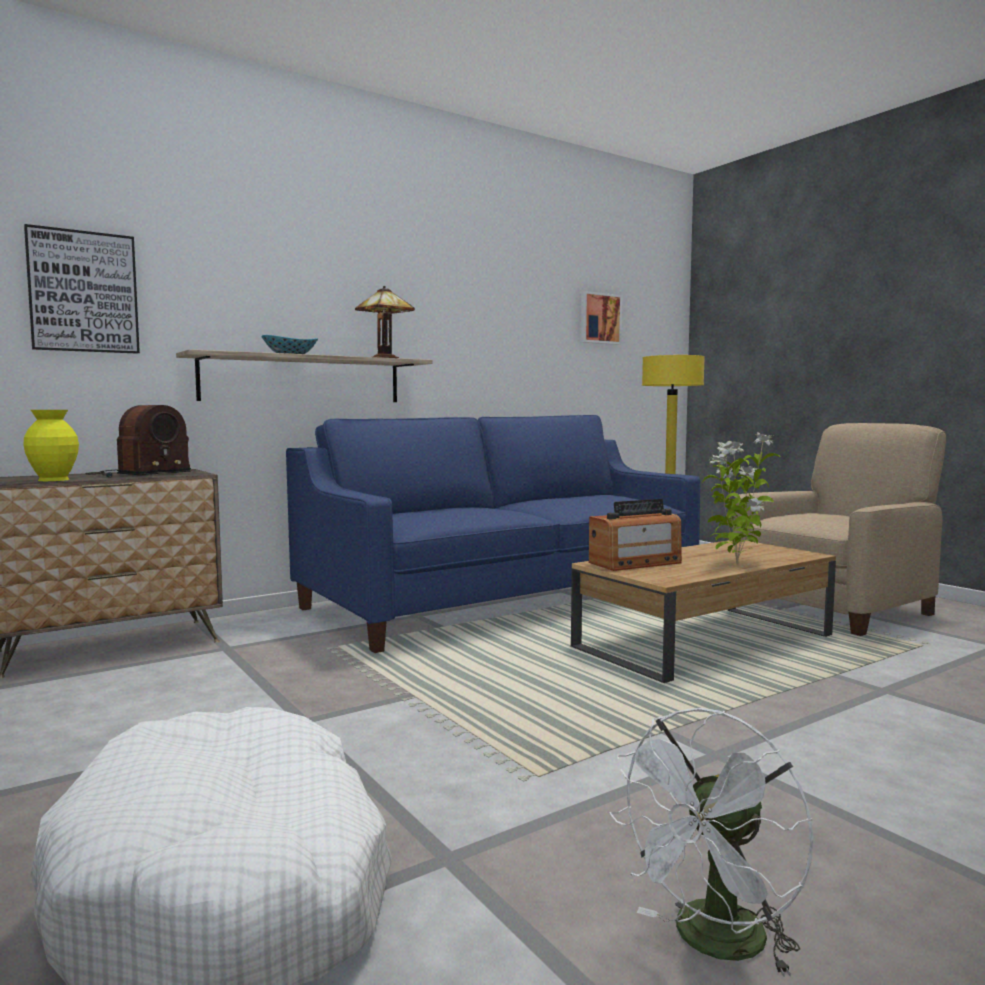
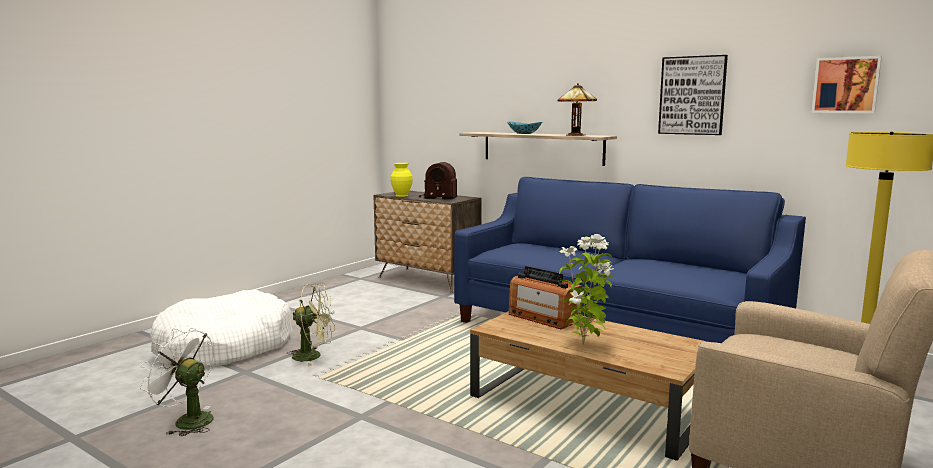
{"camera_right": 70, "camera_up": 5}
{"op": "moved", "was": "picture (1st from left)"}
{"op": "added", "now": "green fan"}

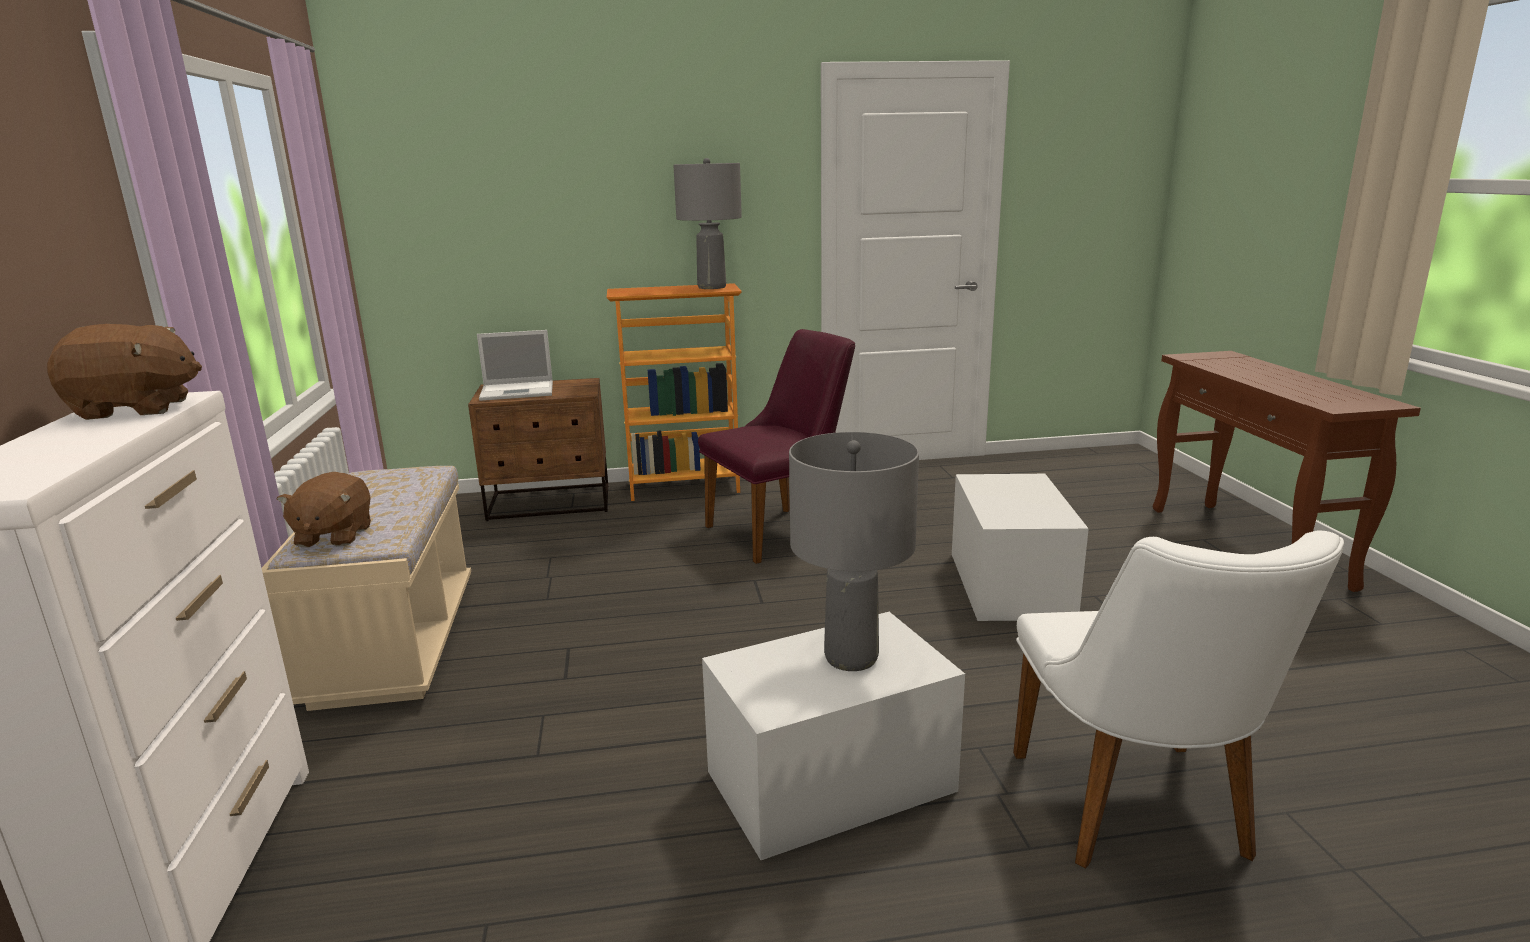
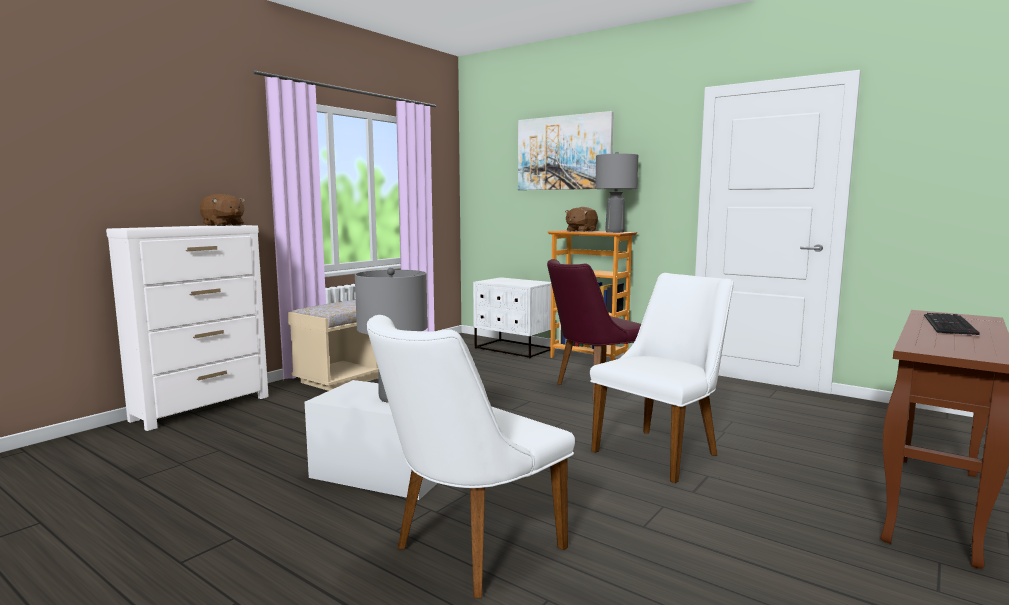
{"camera_right": 45, "camera_up": -10}
{"op": "turned", "was": "purple chair", "clockwise": 135}
{"op": "removed", "was": "laptop"}
{"op": "recoloured", "was": "brown nightstand", "now": "white nightstand"}
{"op": "moved", "was": "brown plush toy (2nd from left)"}
{"op": "replaced", "was": "white storage box (2nd from left)", "now": "white chair (2nd from left)"}
{"op": "added", "now": "picture"}
{"op": "added", "now": "keyboard"}

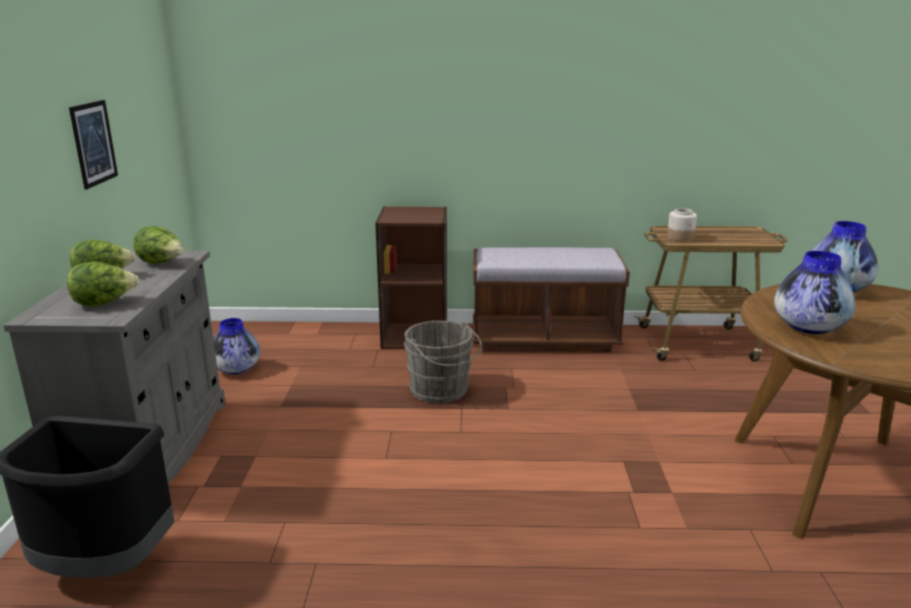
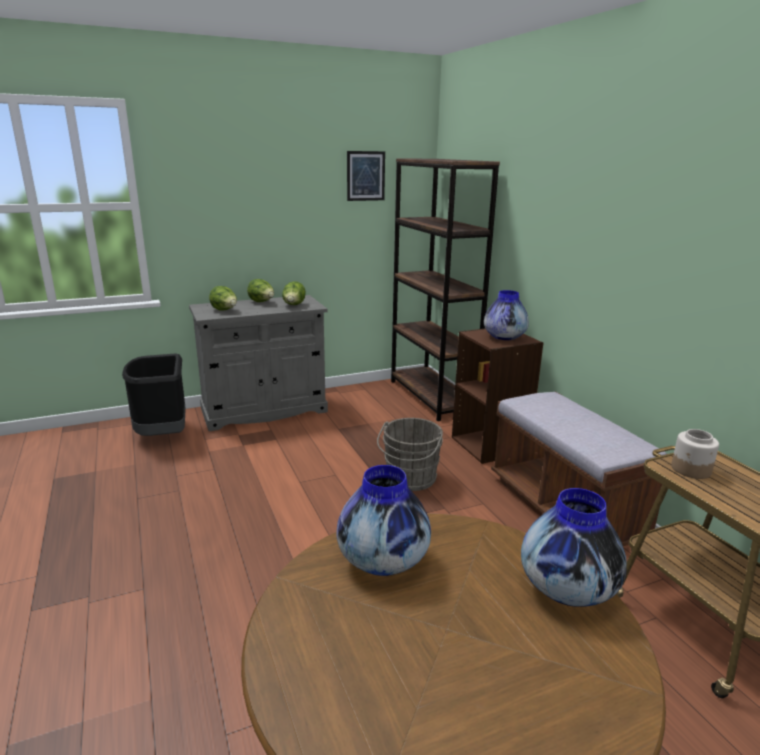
{"camera_right": 65, "camera_up": 0}
{"op": "moved", "was": "picture"}
{"op": "moved", "was": "vase (1st from left in the first image)", "now": "vase (2nd from left)"}
{"op": "added", "now": "brown bookcase (1st from left)"}

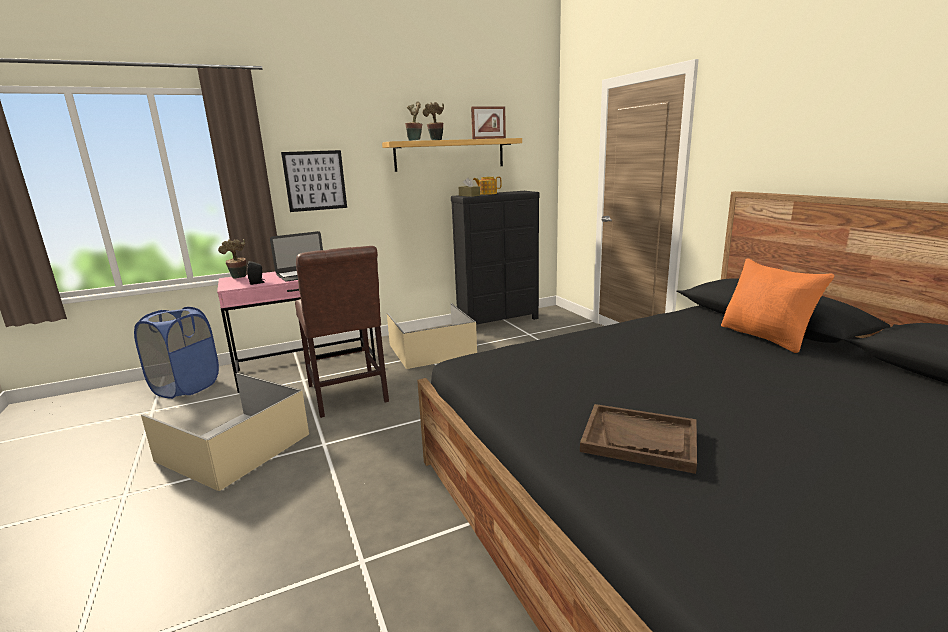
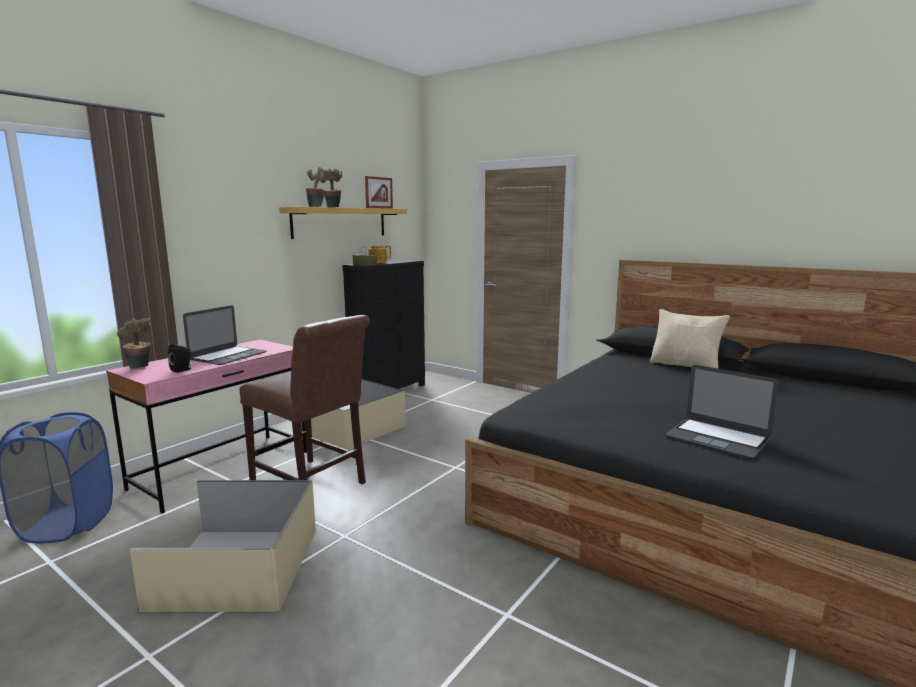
{"camera_right": -30, "camera_up": -5}
{"op": "removed", "was": "picture"}
{"op": "recoloured", "was": "orange pillow", "now": "beige pillow"}
{"op": "replaced", "was": "brown tray", "now": "laptop (2nd from left)"}

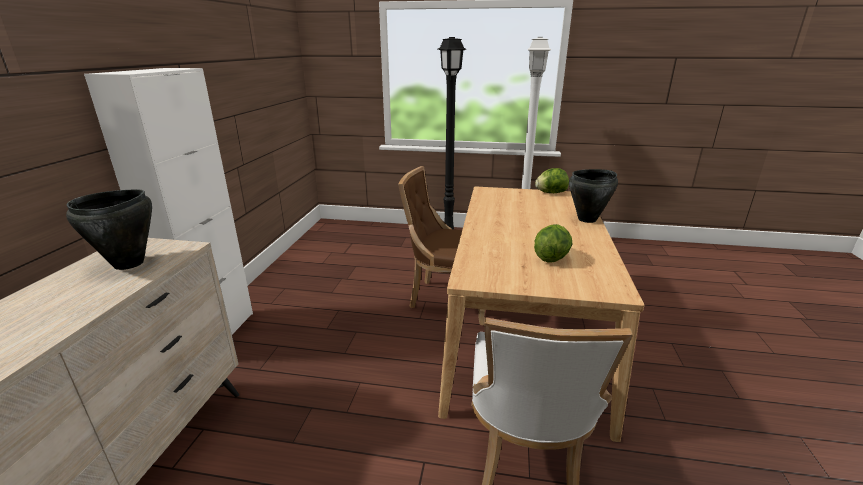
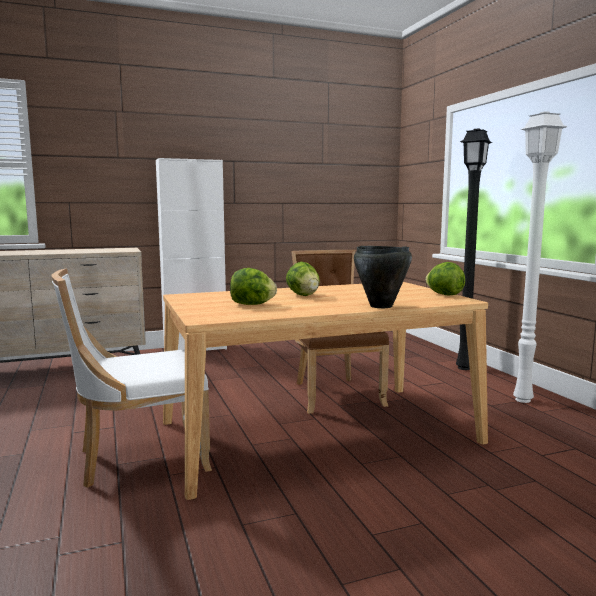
{"camera_right": 60, "camera_up": -15}
{"op": "removed", "was": "black cooking pot (1st from left)"}
{"op": "added", "now": "lettuce (2nd from left)"}

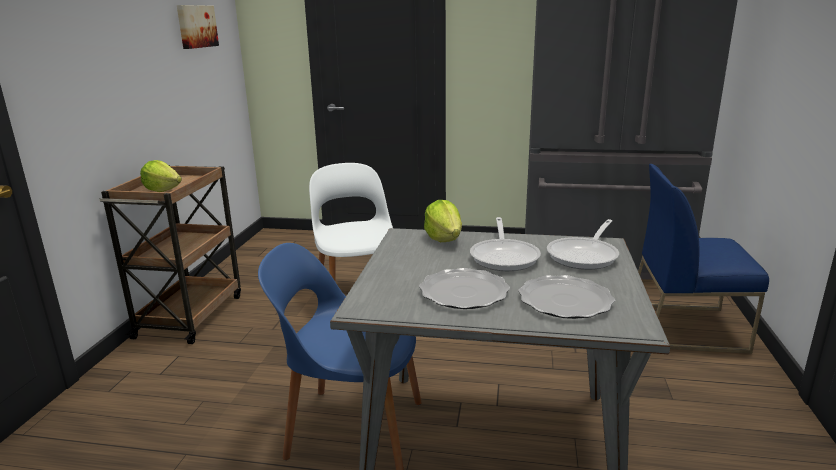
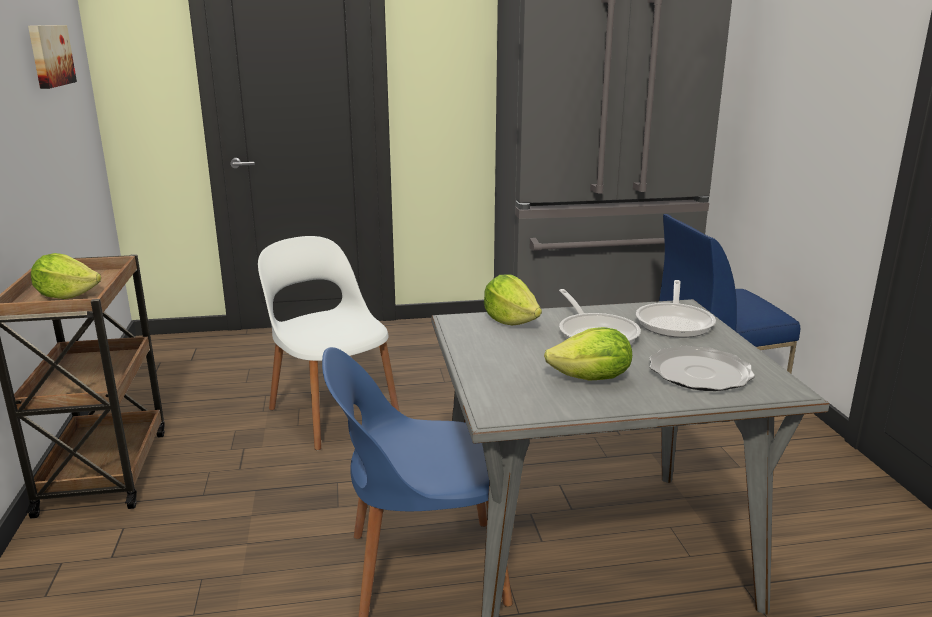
{"camera_right": -20, "camera_up": 0}
{"op": "replaced", "was": "plate (1st from left)", "now": "lettuce (3rd from left)"}

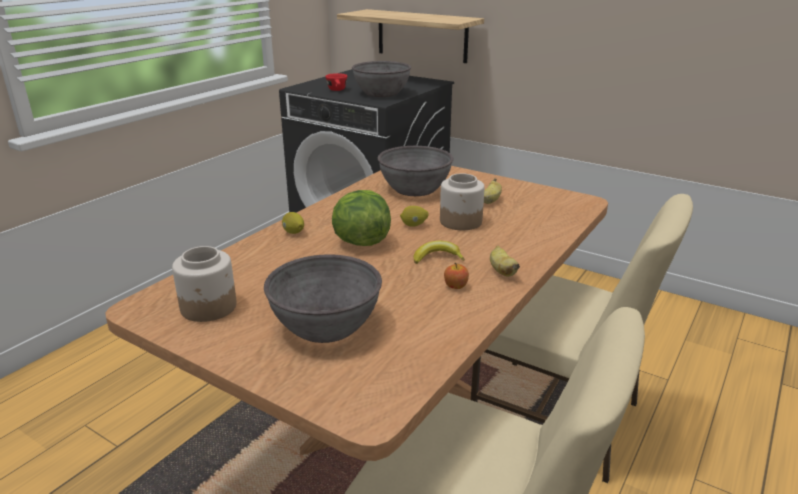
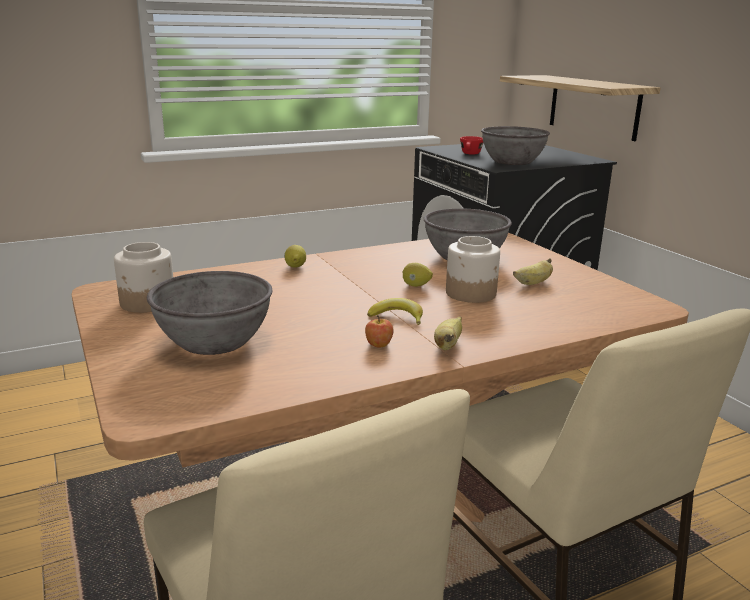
{"camera_right": 30, "camera_up": -5}
{"op": "removed", "was": "lettuce"}

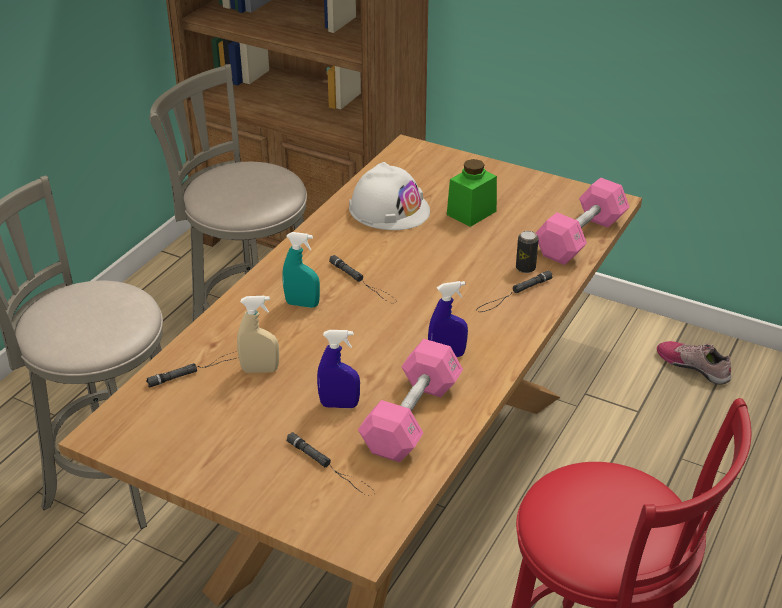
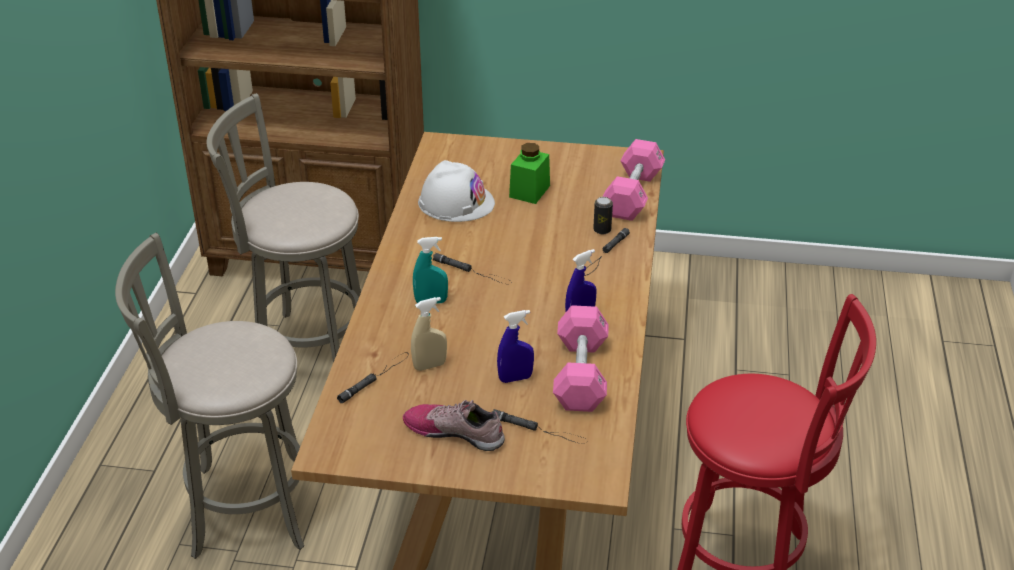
{"camera_right": -20, "camera_up": 0}
{"op": "moved", "was": "shoe"}

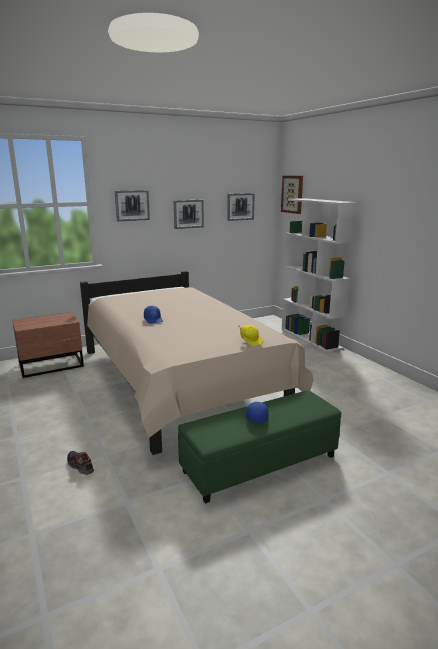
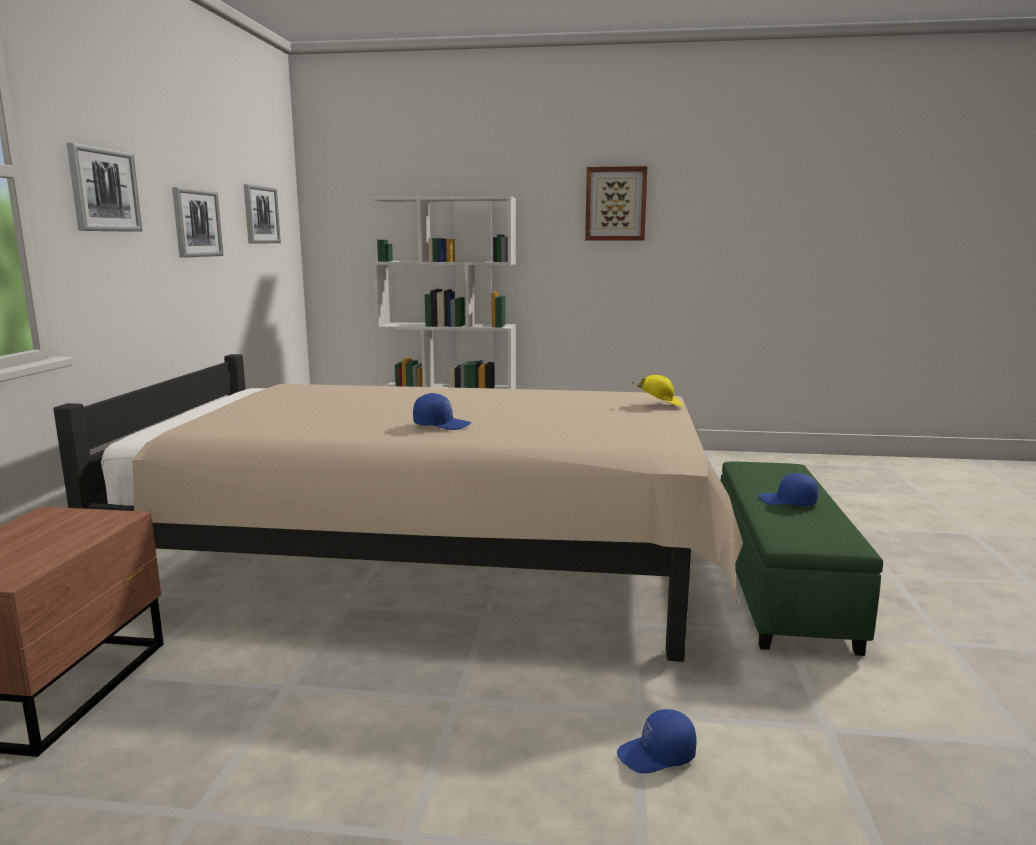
{"camera_right": -55, "camera_up": -5}
{"op": "moved", "was": "picture (4th from left)"}
{"op": "replaced", "was": "shoe", "now": "blue cap (2nd from left)"}

